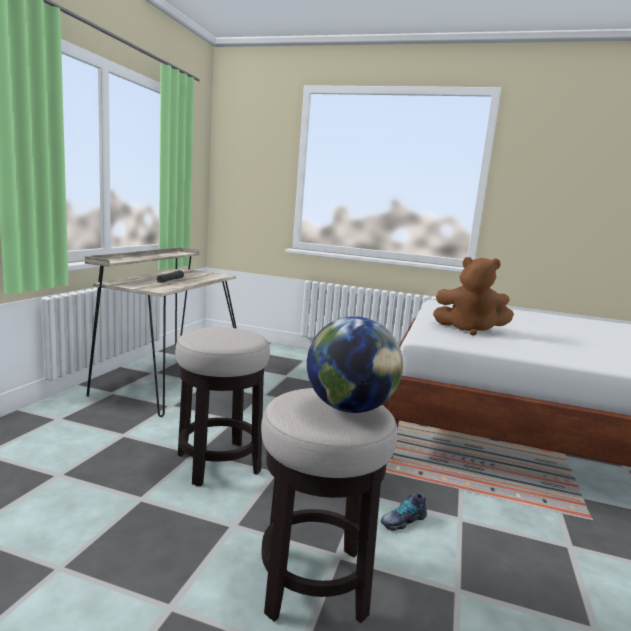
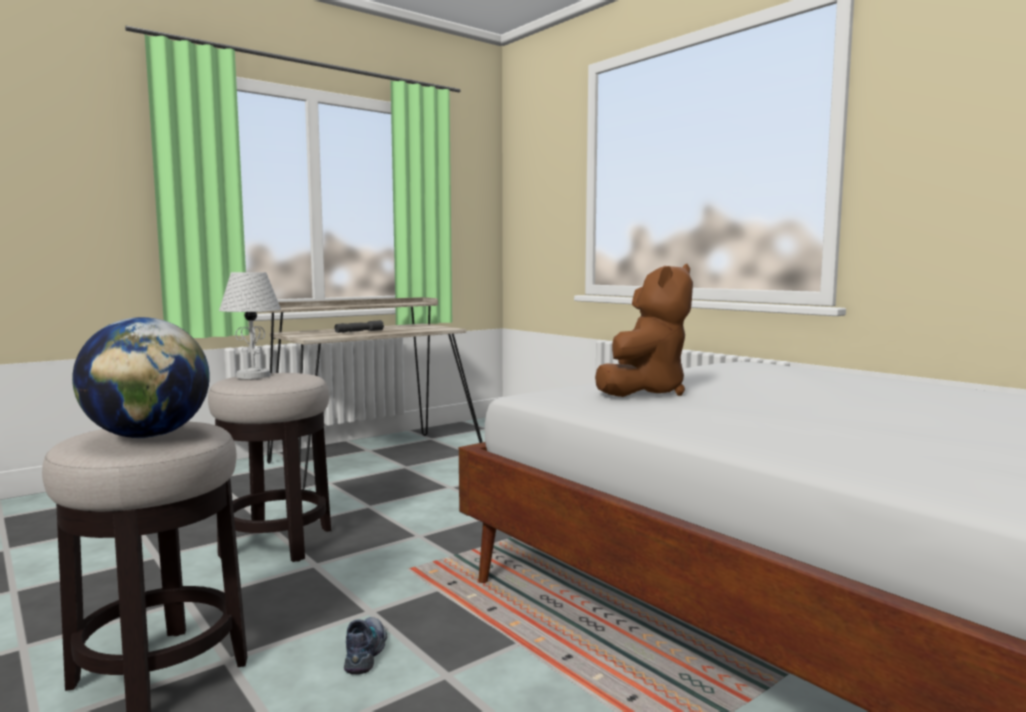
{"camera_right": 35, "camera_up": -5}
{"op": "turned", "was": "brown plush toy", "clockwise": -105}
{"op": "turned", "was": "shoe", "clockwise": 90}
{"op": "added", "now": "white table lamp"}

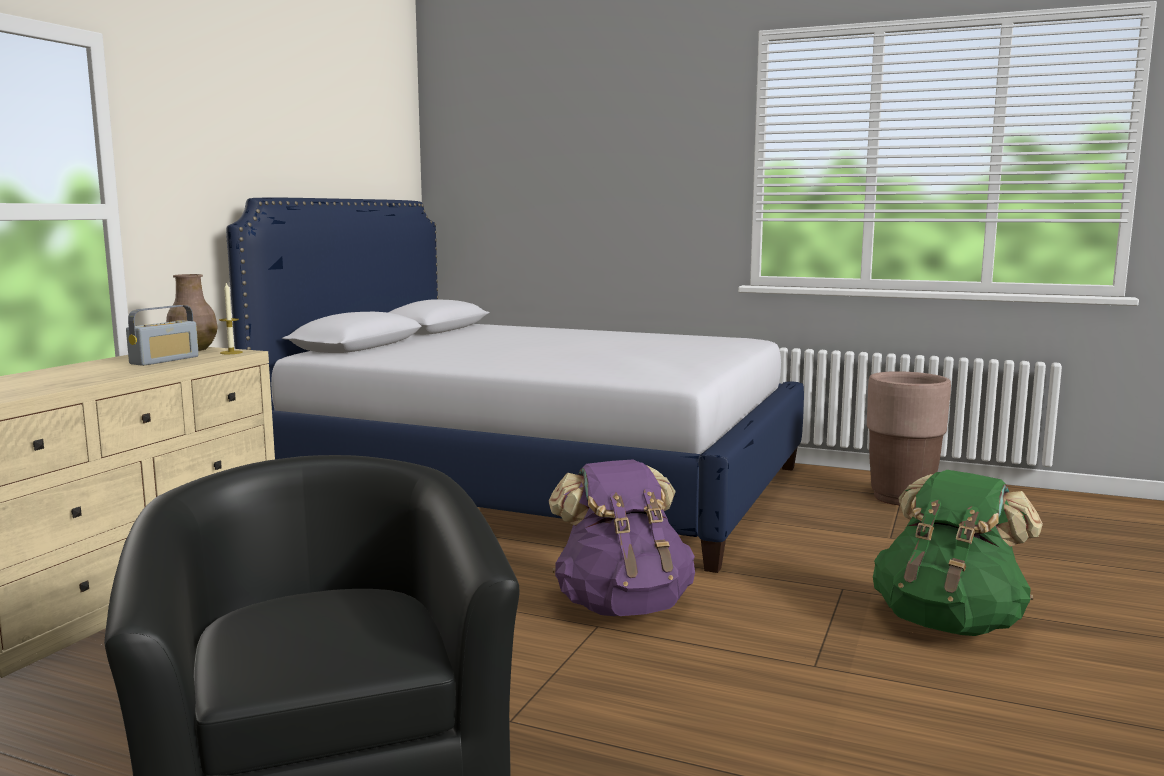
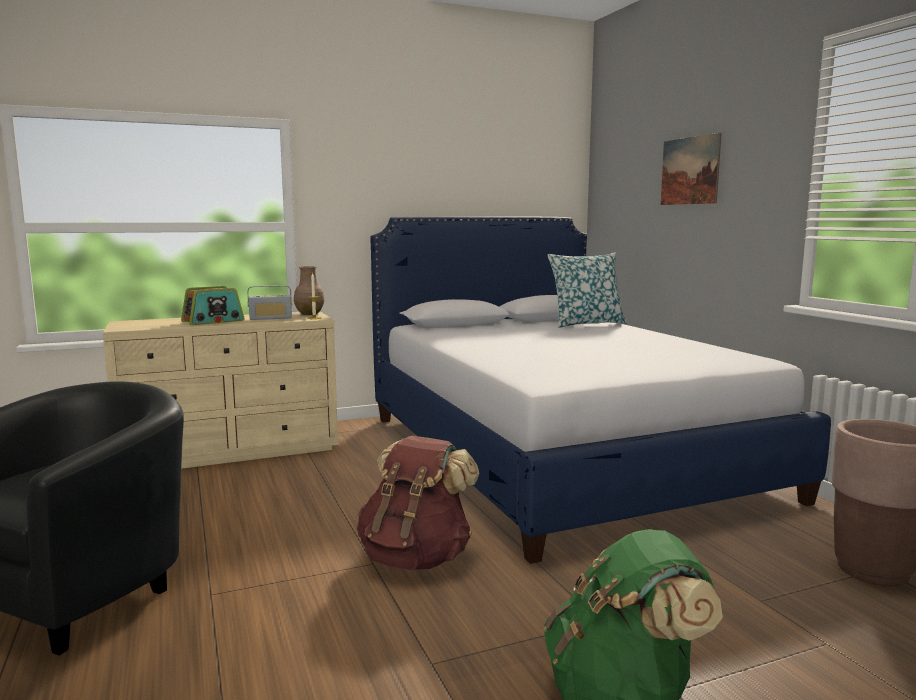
{"camera_right": 45, "camera_up": 0}
{"op": "recoloured", "was": "purple backpack", "now": "brown backpack"}
{"op": "added", "now": "picture"}
{"op": "added", "now": "pillow"}
{"op": "added", "now": "radio (1st from left)"}

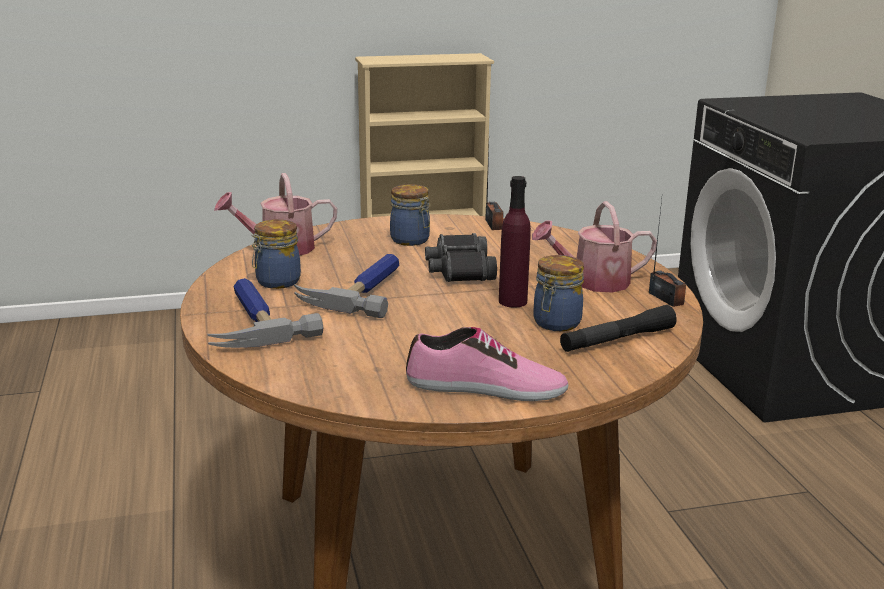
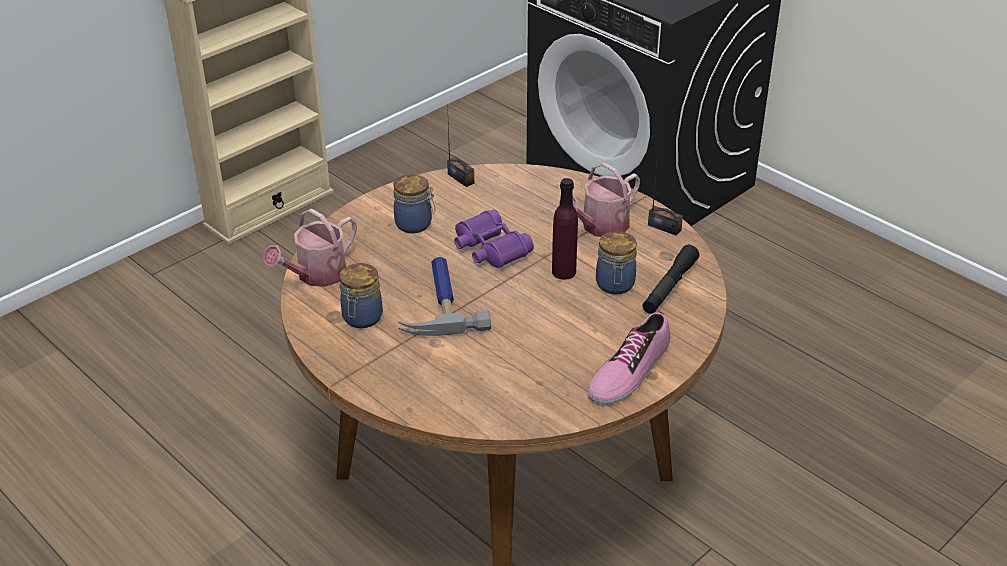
{"camera_right": -30, "camera_up": 15}
{"op": "recoloured", "was": "black binoculars", "now": "purple binoculars"}
{"op": "removed", "was": "hammer (1st from left)"}
{"op": "turned", "was": "shoe", "clockwise": 150}

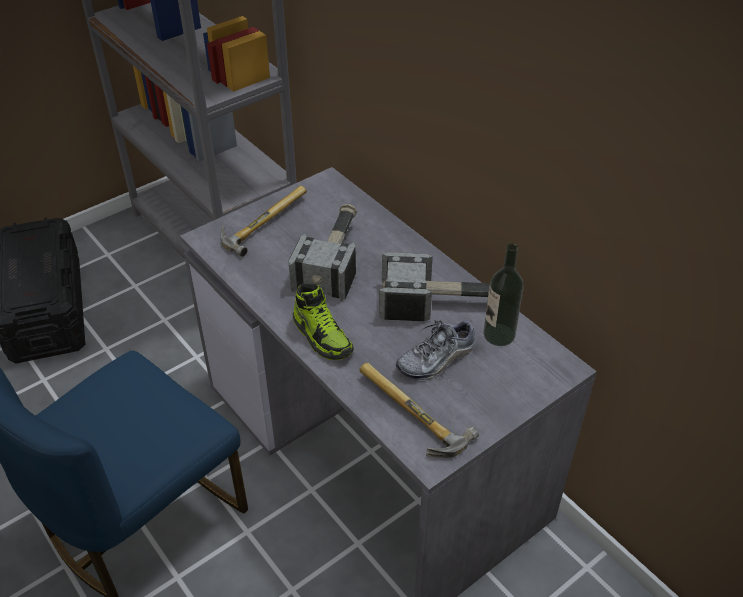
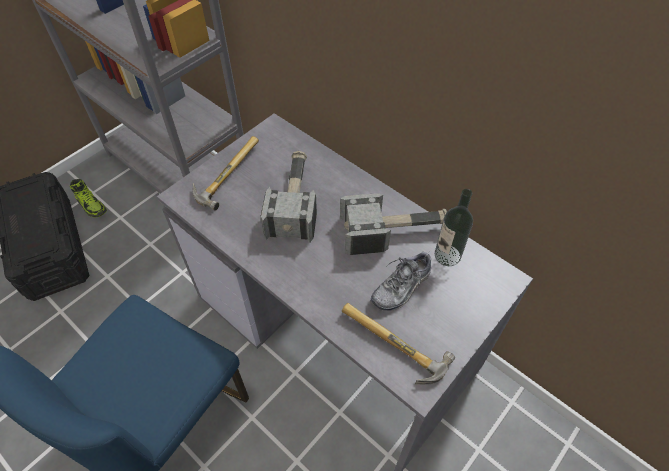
{"camera_right": -10, "camera_up": 10}
{"op": "moved", "was": "shoe (1st from left)"}

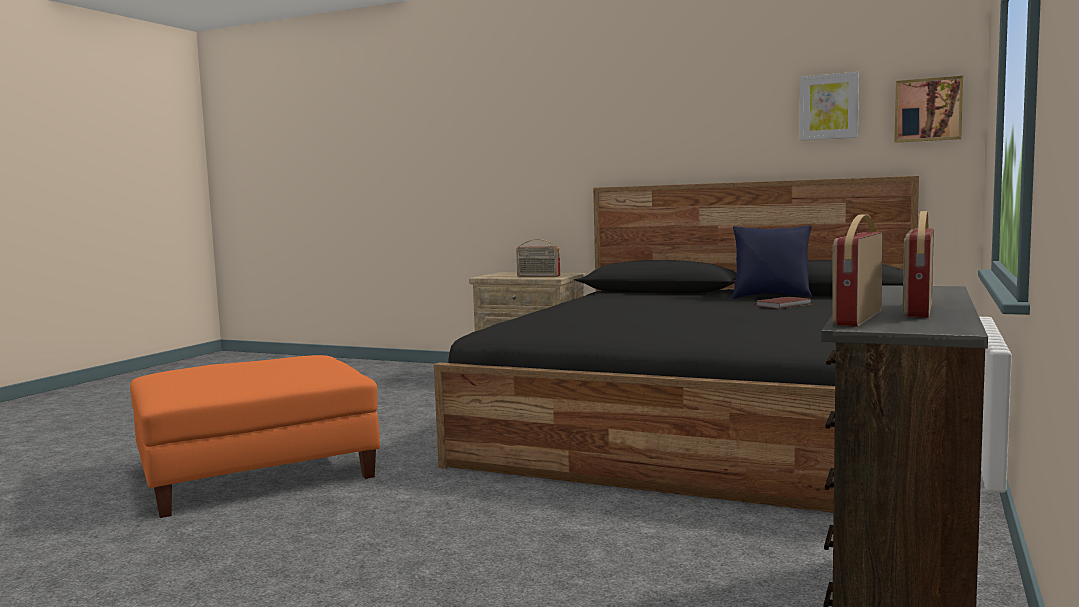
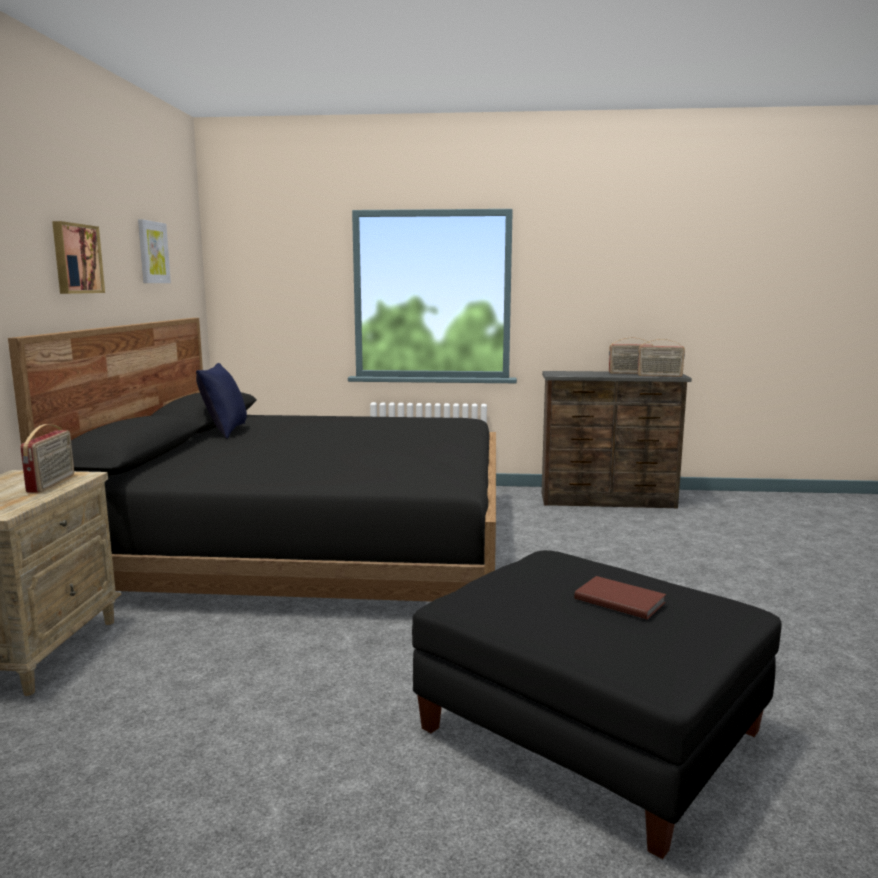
{"camera_right": -110, "camera_up": 5}
{"op": "moved", "was": "picture (2nd from left in the first image)", "now": "picture (1st from left)"}
{"op": "moved", "was": "brown book"}
{"op": "recoloured", "was": "orange ottoman", "now": "black ottoman"}

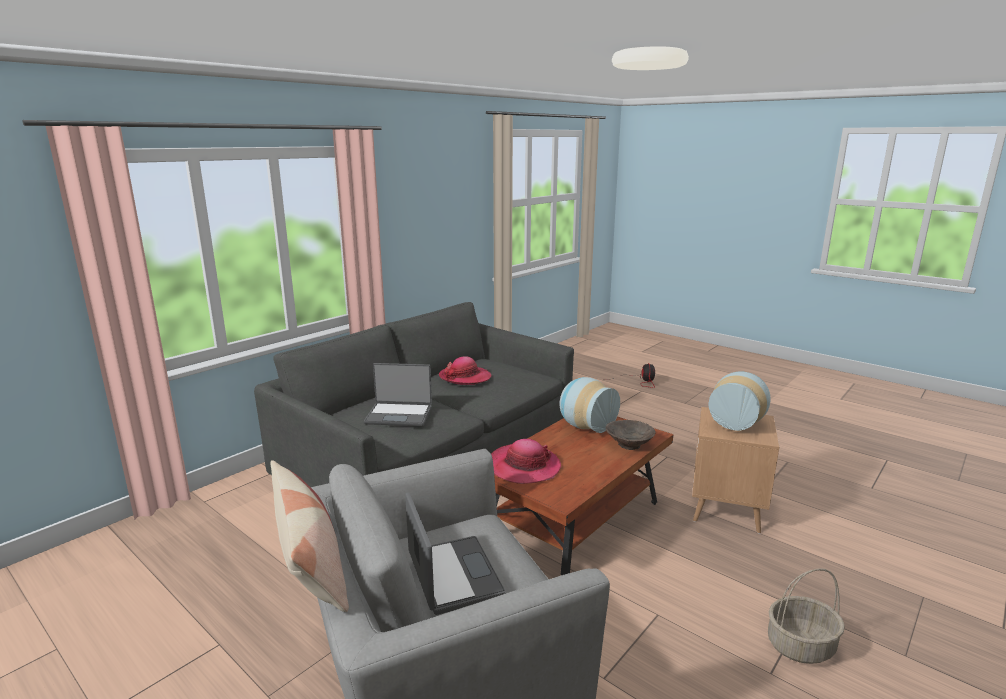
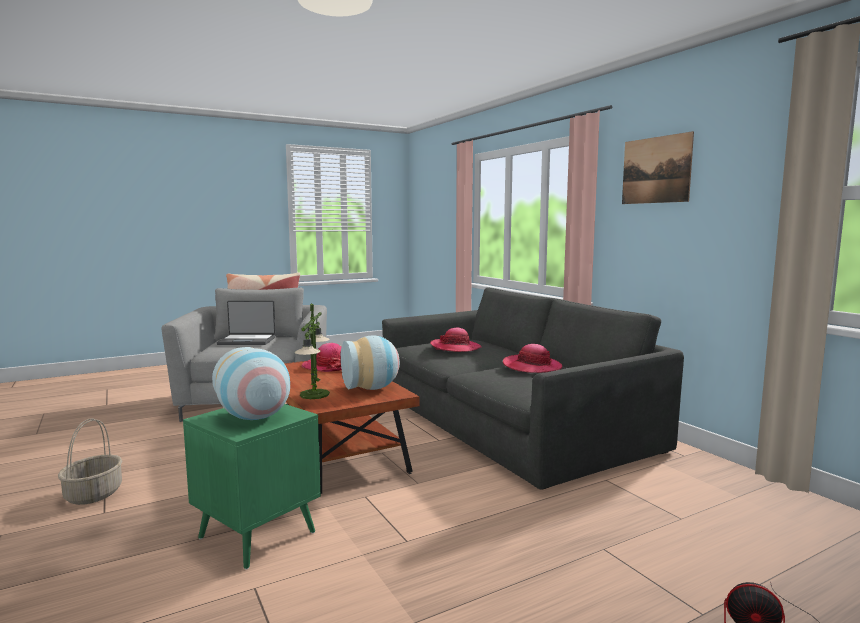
{"camera_right": 110, "camera_up": -10}
{"op": "replaced", "was": "laptop (1st from left)", "now": "hat (2nd from left)"}
{"op": "recoloured", "was": "brown side table", "now": "green side table"}
{"op": "replaced", "was": "brown bowl", "now": "table lamp"}
{"op": "added", "now": "picture"}

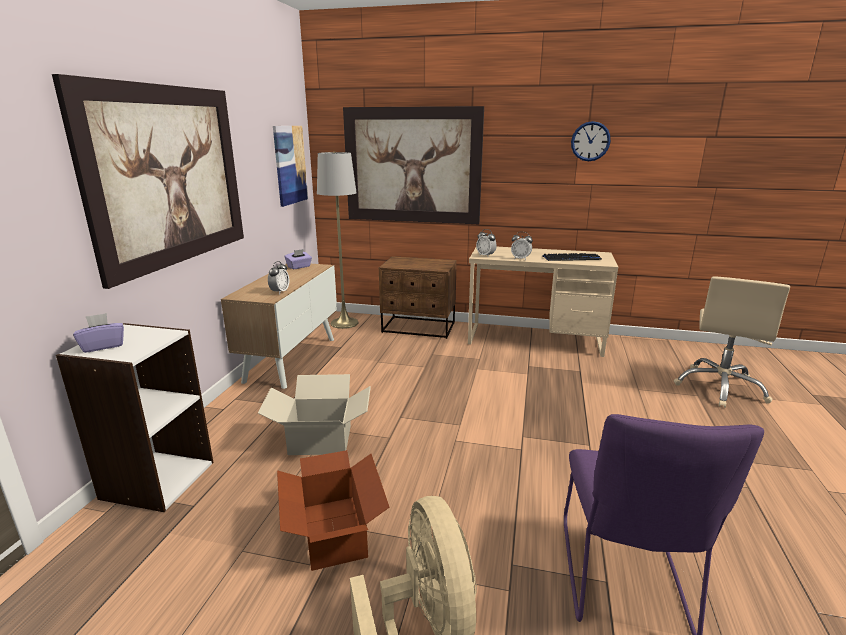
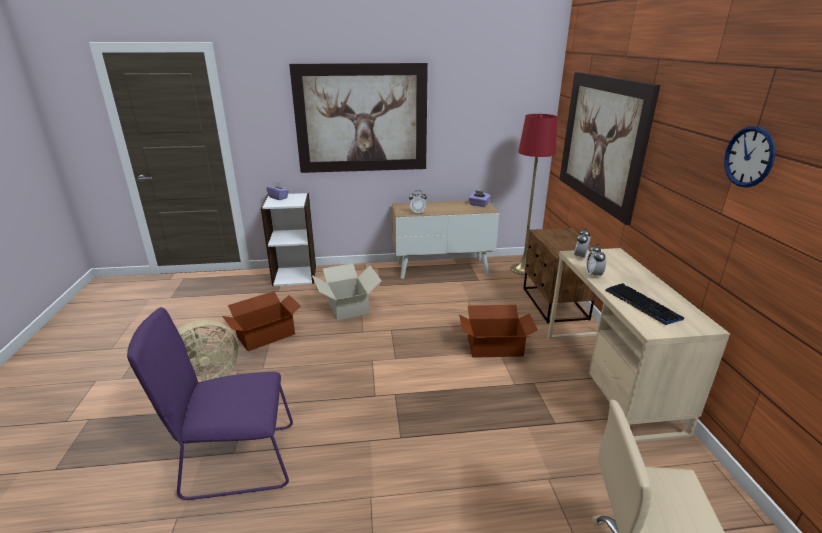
{"camera_right": 70, "camera_up": 5}
{"op": "removed", "was": "picture (2nd from left)"}
{"op": "recoloured", "was": "grey floor lamp", "now": "red floor lamp"}
{"op": "added", "now": "cardboard box (3rd from left)"}

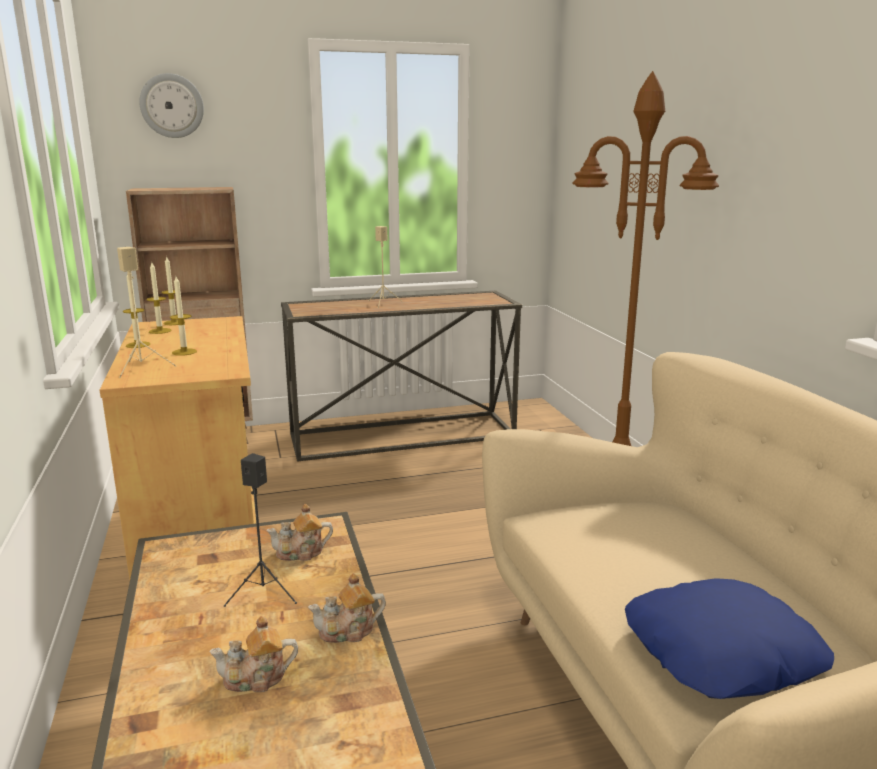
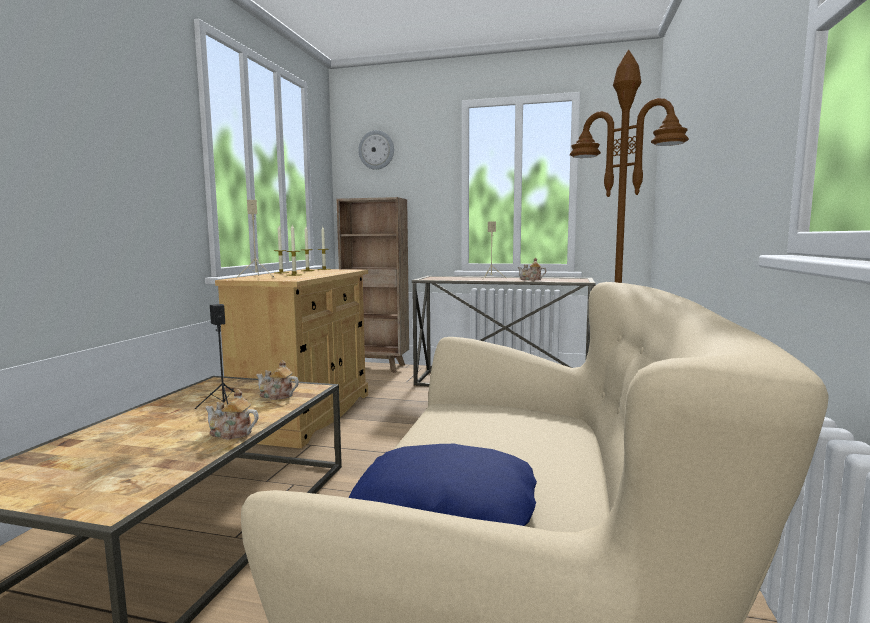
{"camera_right": 30, "camera_up": -10}
{"op": "moved", "was": "teapot (1st from left in the first image)", "now": "teapot (3rd from left)"}

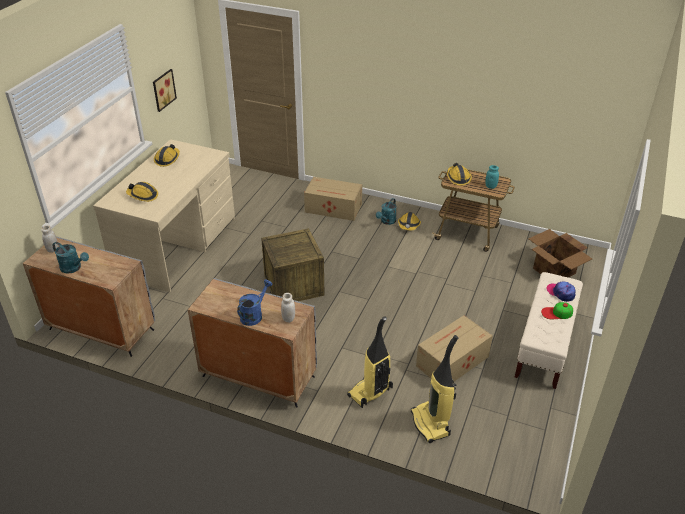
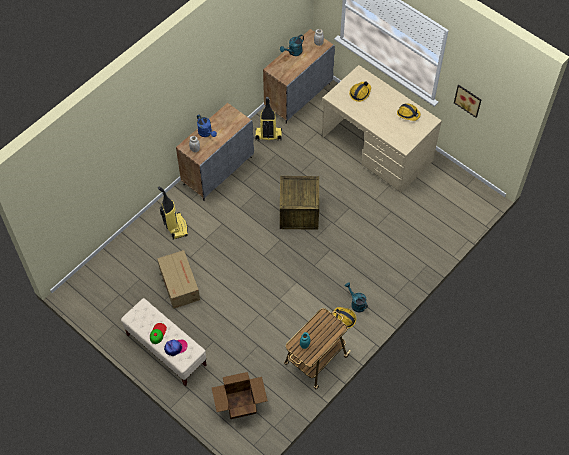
{"camera_right": 110, "camera_up": 20}
{"op": "removed", "was": "hard hat (4th from left)"}
{"op": "removed", "was": "cardboard box (1st from left)"}
{"op": "moved", "was": "vacuum cleaner (2nd from left)"}

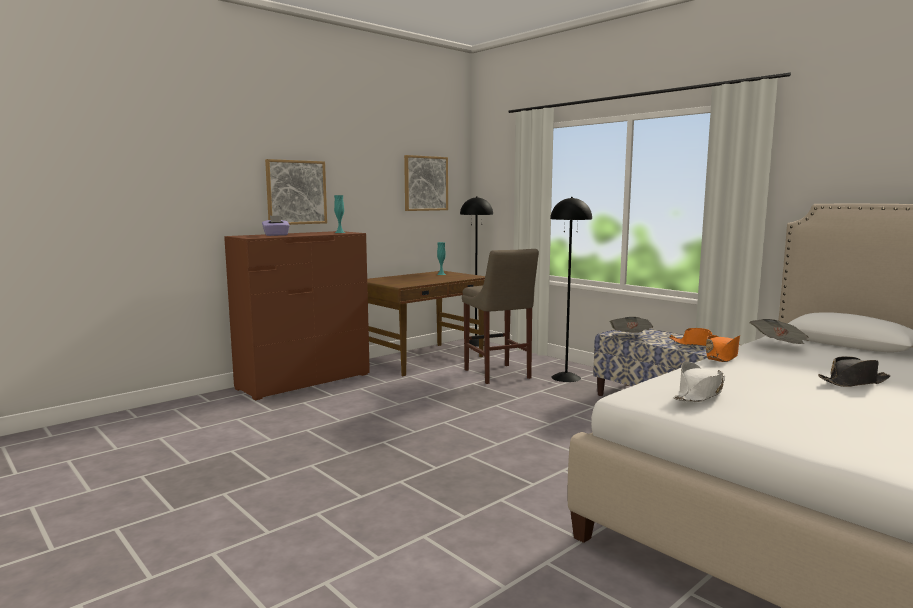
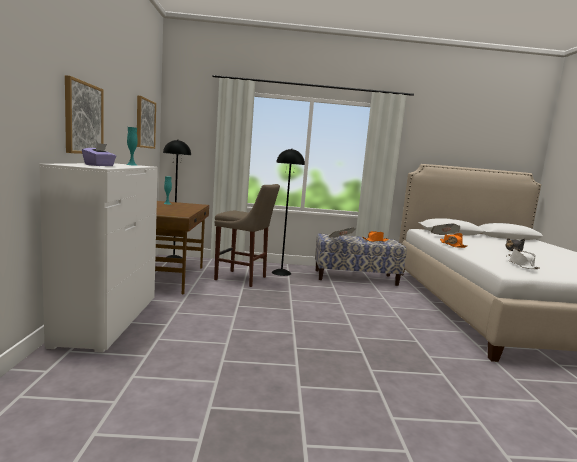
{"camera_right": -50, "camera_up": 0}
{"op": "recoloured", "was": "brown dresser", "now": "white dresser"}

